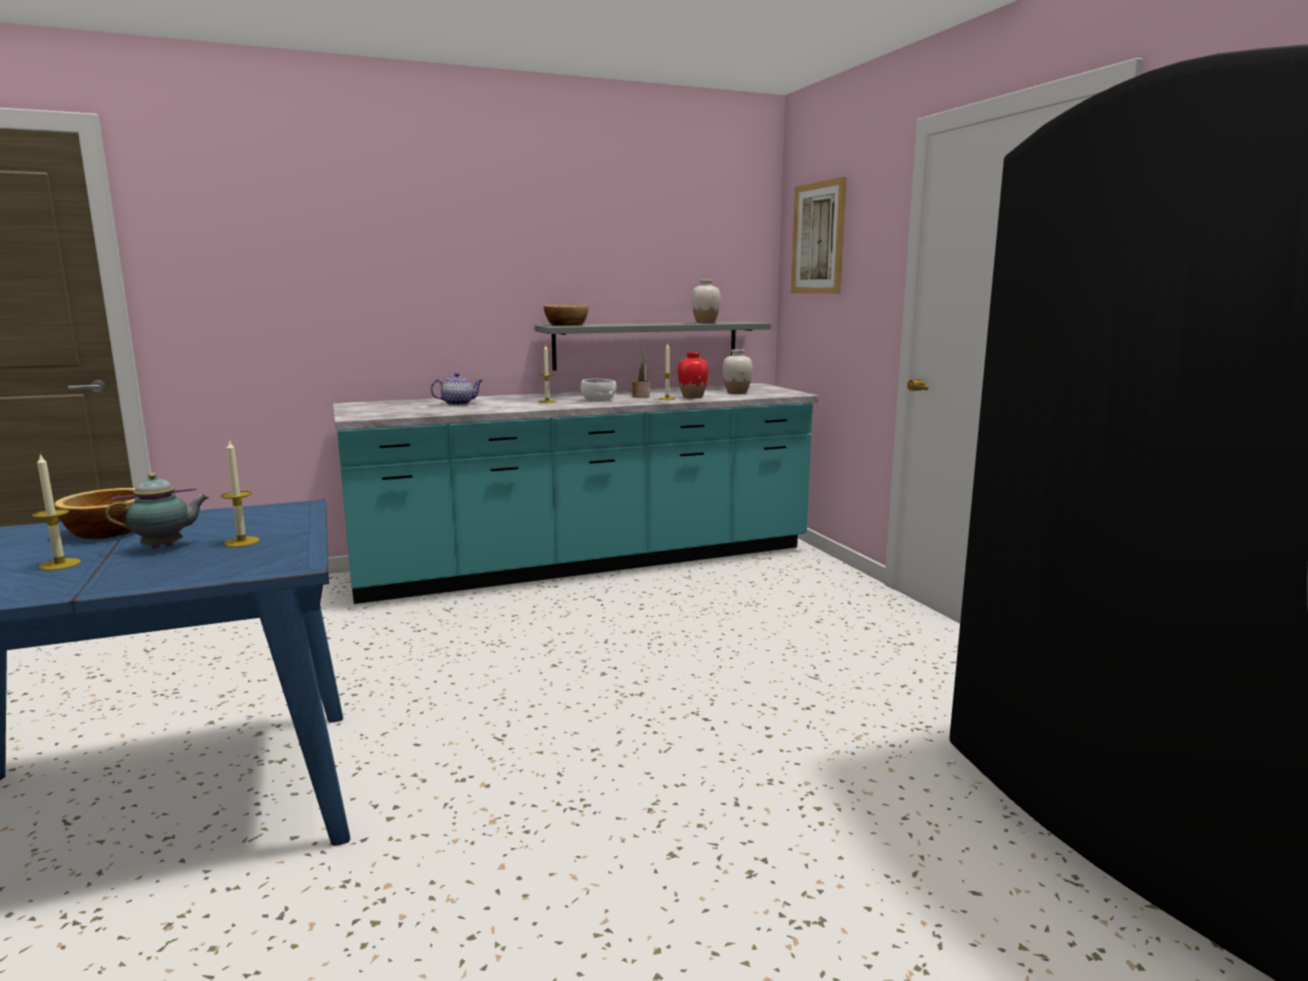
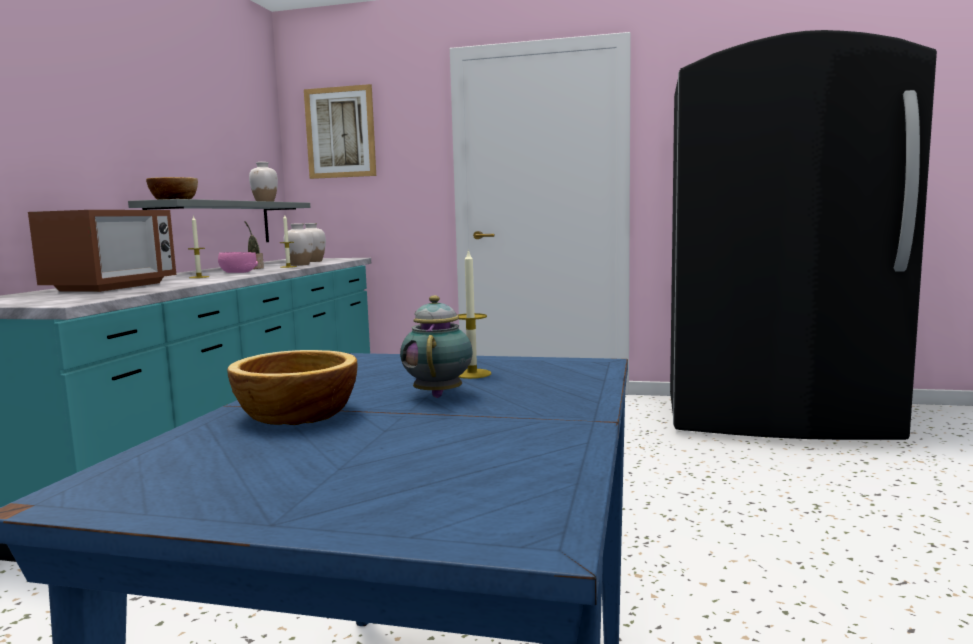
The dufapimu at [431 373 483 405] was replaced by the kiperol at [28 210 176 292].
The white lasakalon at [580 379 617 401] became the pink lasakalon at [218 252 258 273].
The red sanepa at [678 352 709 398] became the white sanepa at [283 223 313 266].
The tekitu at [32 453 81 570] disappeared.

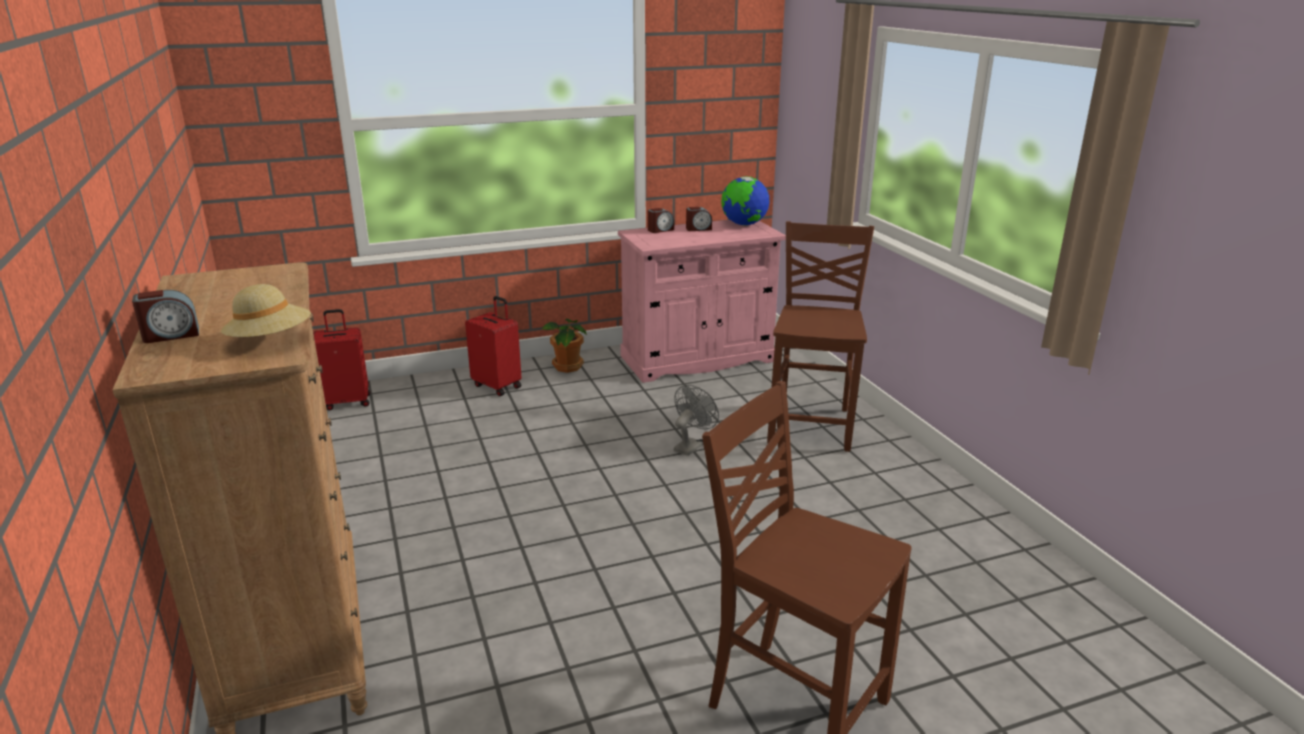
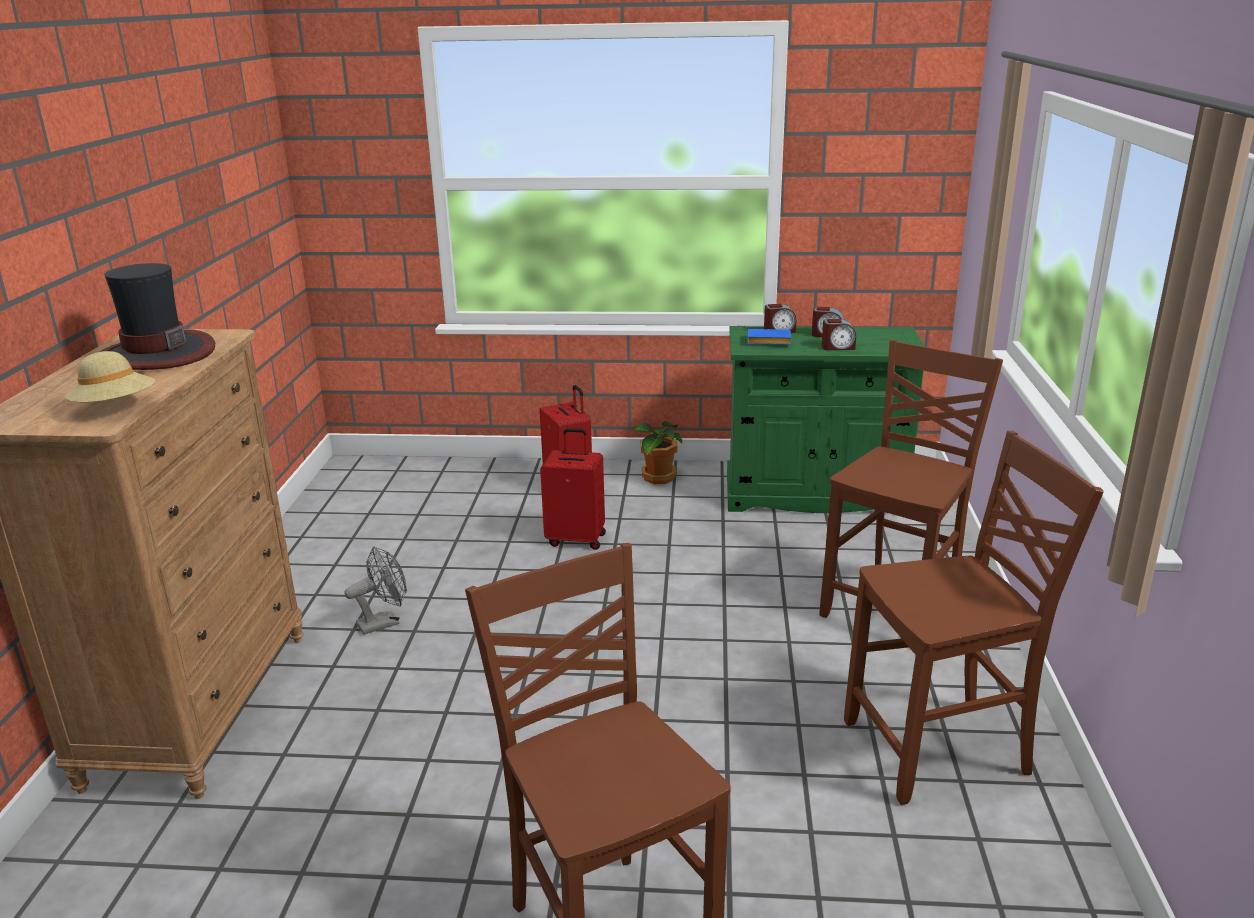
The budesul at [99 263 215 370] appeared.
The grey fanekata moved from [674 385 719 456] to [345 547 407 635].
The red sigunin moved from [313 309 370 410] to [540 428 606 550].
The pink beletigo at [618 220 786 383] became the green beletigo at [727 326 925 513].
The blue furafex at [747 329 791 345] appeared.
The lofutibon moved from [132 290 199 343] to [822 319 856 350].
The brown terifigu at [844 431 1104 805] appeared.
The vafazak at [721 176 769 226] disappeared.

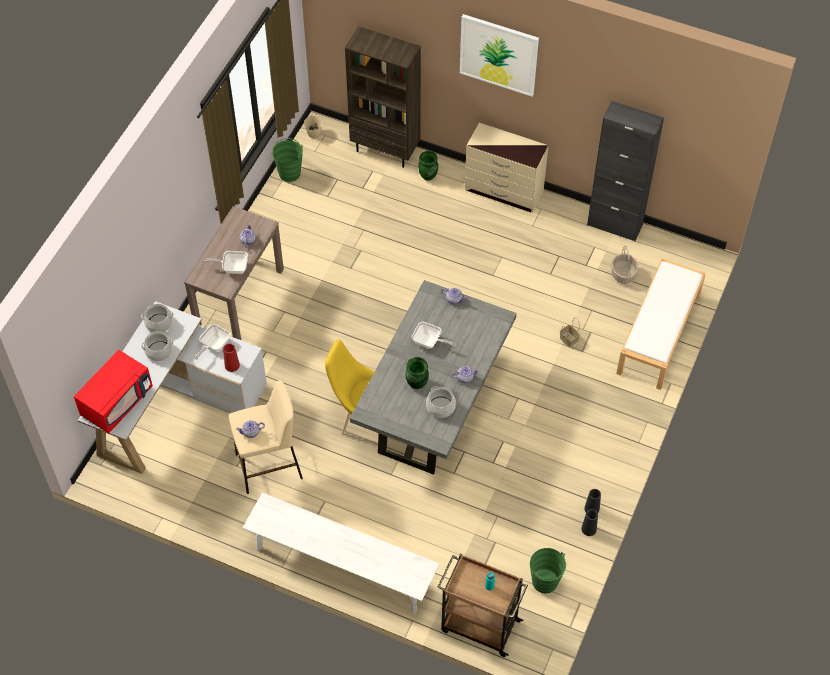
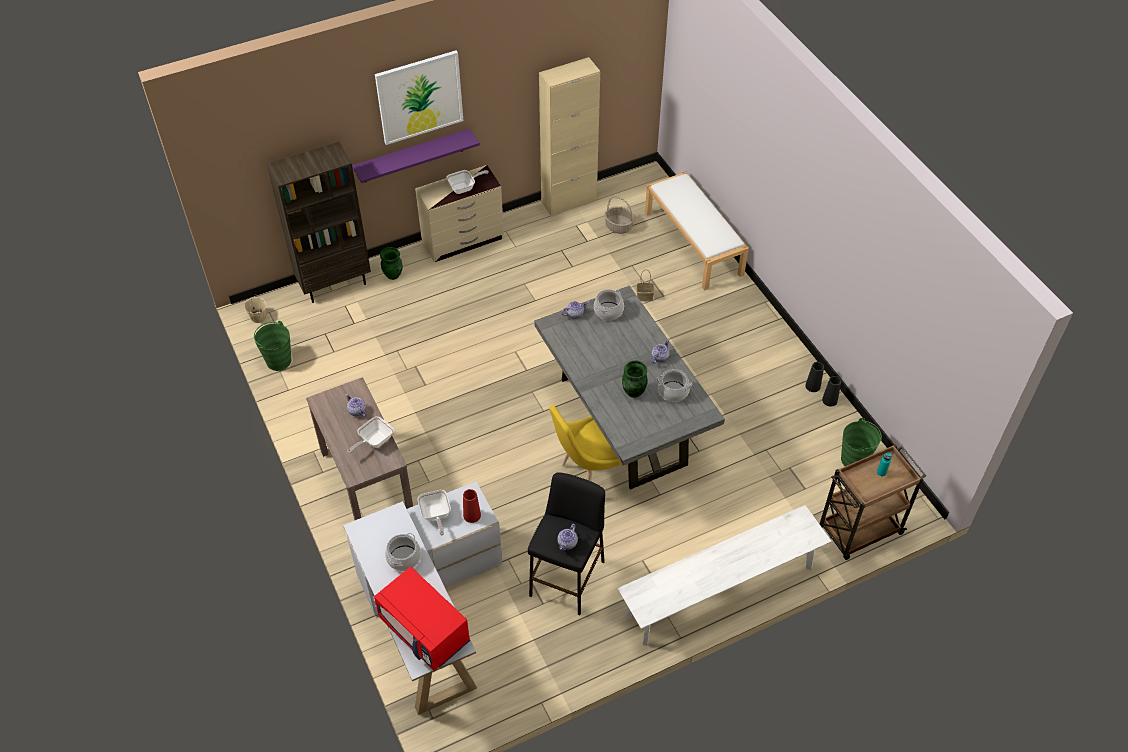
The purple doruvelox at [352 128 480 183] appeared.
The red kiperol at [74 350 153 434] turned 150 degrees clockwise.
The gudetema moved from [412 322 456 349] to [446 170 489 194].
The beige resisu at [229 380 303 494] became the black resisu at [528 472 605 615].
The black beletigo at [587 101 664 242] became the beige beletigo at [539 57 600 216].
The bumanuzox moved from [141 304 173 332] to [594 289 624 321].

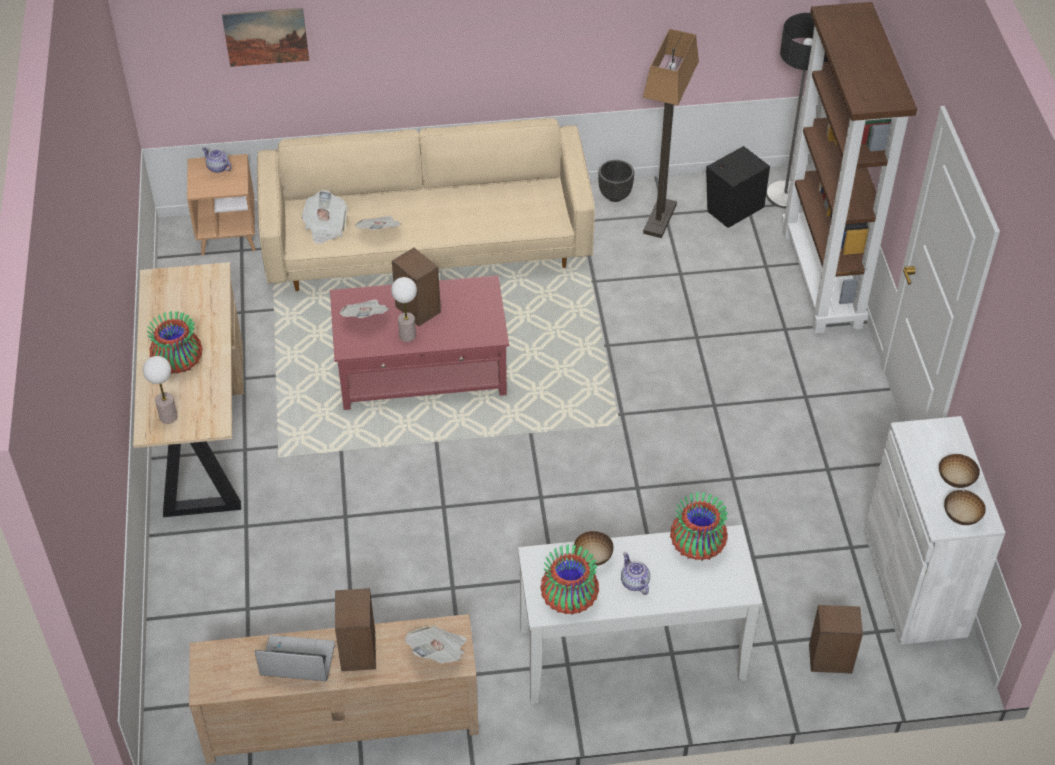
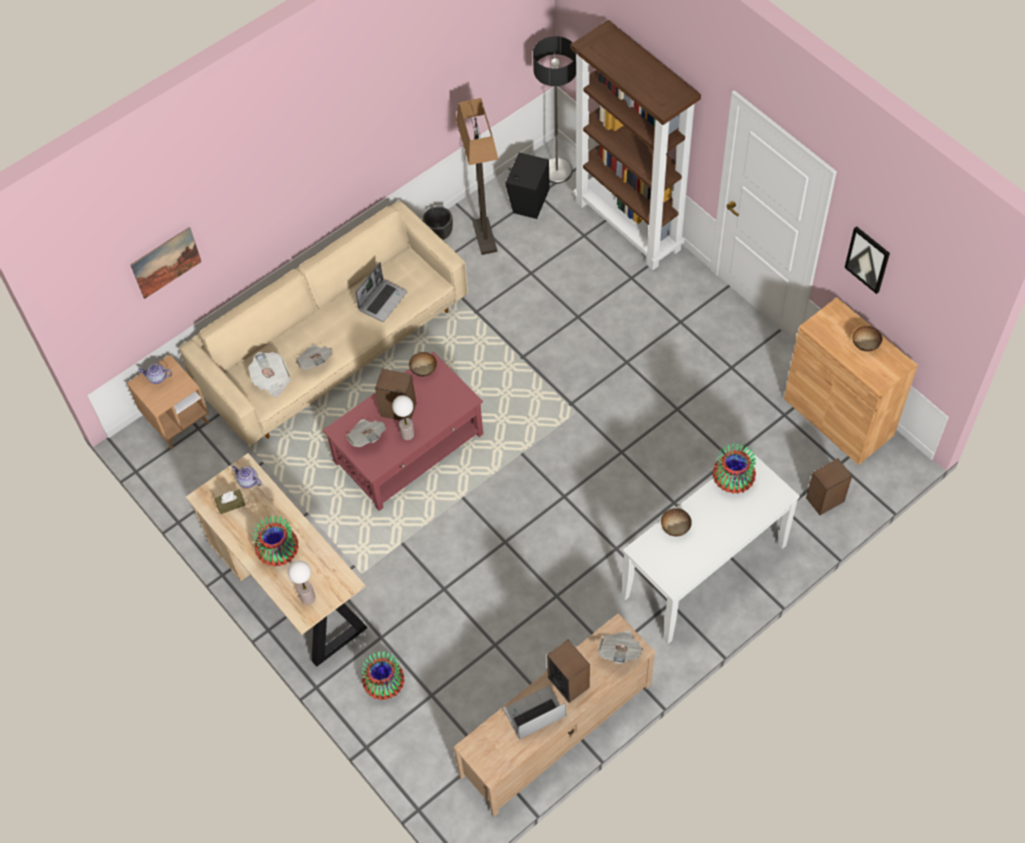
The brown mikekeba at [215 490 245 514] appeared.
The dufapimu moved from [621 552 650 595] to [231 465 262 488].
The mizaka at [355 262 407 322] appeared.
The sanepa moved from [541 544 599 615] to [362 651 405 700].
The lasakalon moved from [944 490 986 525] to [409 352 437 377].
The white beletigo at [864 416 1005 645] became the brown beletigo at [784 297 918 465].
The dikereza at [844 226 890 294] appeared.

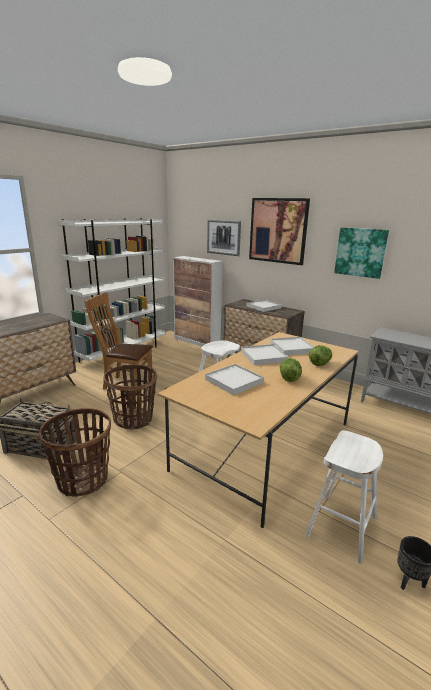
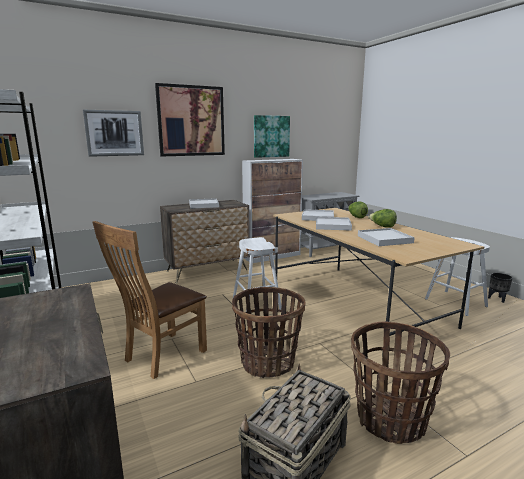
The beletigo moved from [173 256 223 347] to [242 159 303 263].

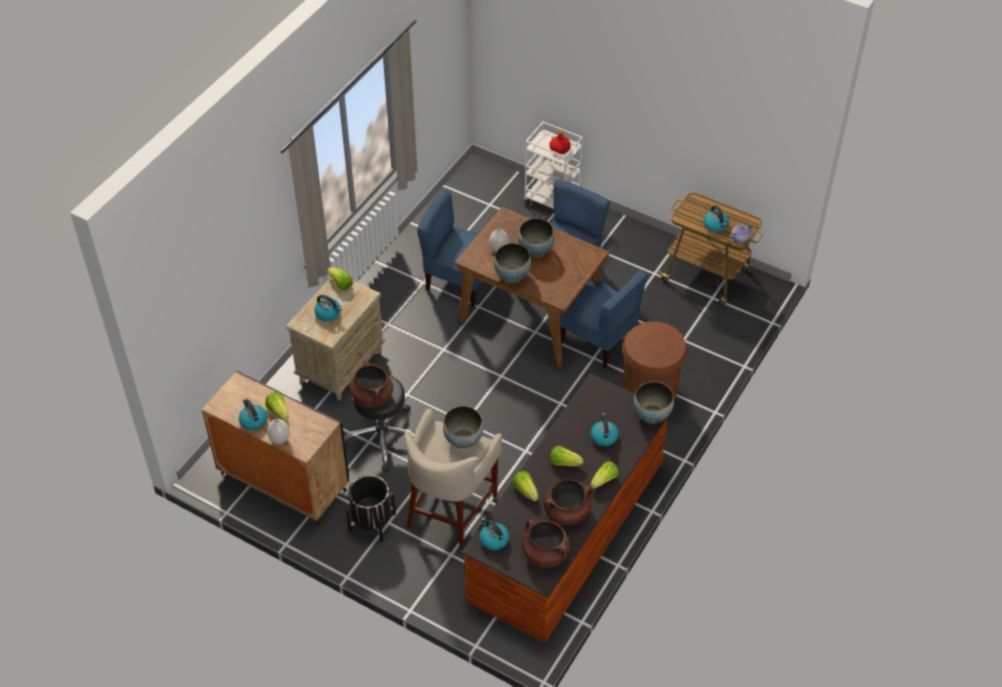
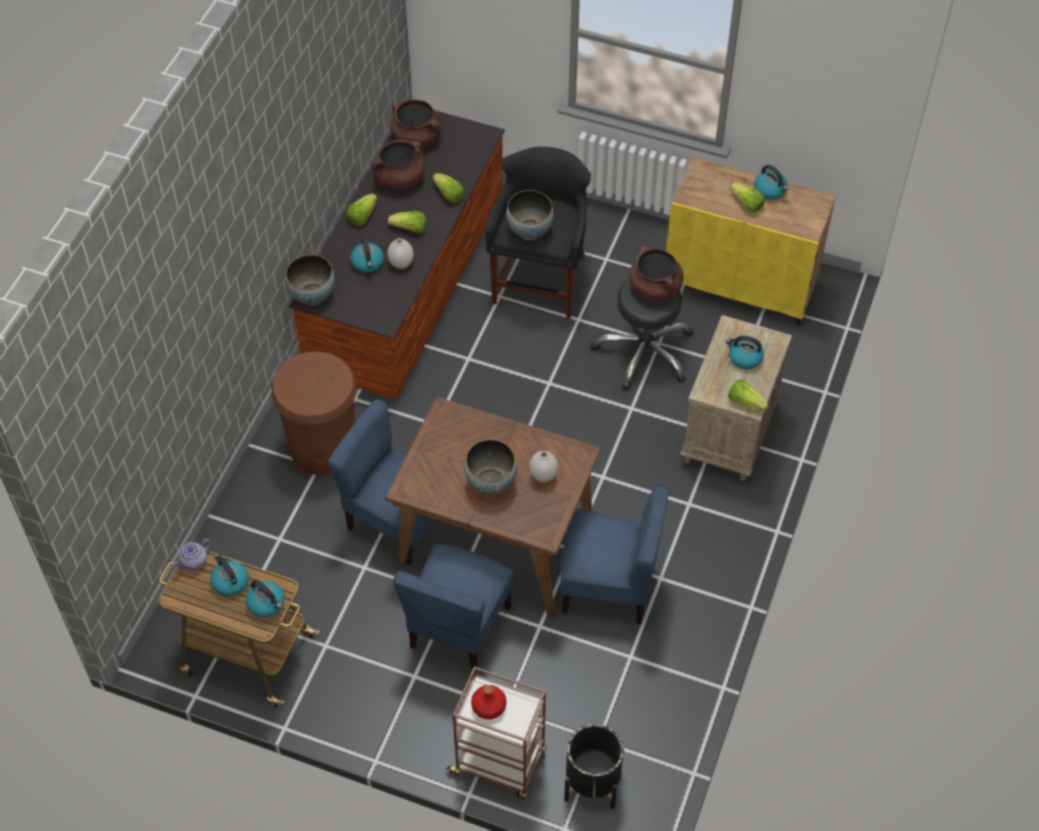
The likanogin moved from [480 518 509 550] to [246 579 285 617].
The white sanepa moved from [267 419 290 444] to [387 238 413 269].
The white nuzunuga at [523 122 583 209] became the brown nuzunuga at [446 666 547 799].
The beige resisu at [404 409 502 547] became the black resisu at [485 147 591 319].
The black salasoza moved from [346 475 396 542] to [564 724 624 809].
The black beletigo at [202 371 349 525] became the yellow beletigo at [666 157 836 325].
The lasakalon at [494 243 531 283] disappeared.

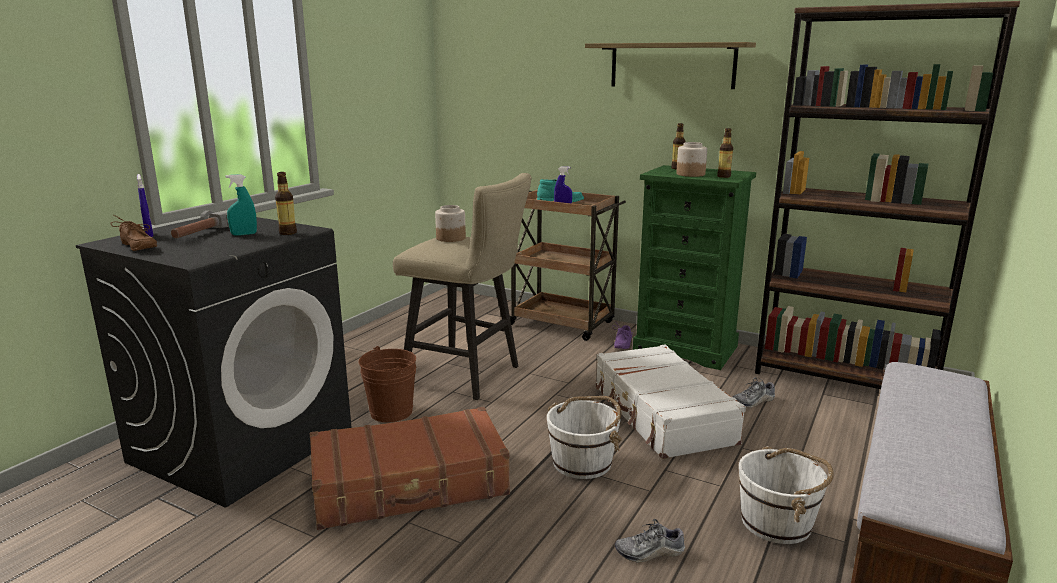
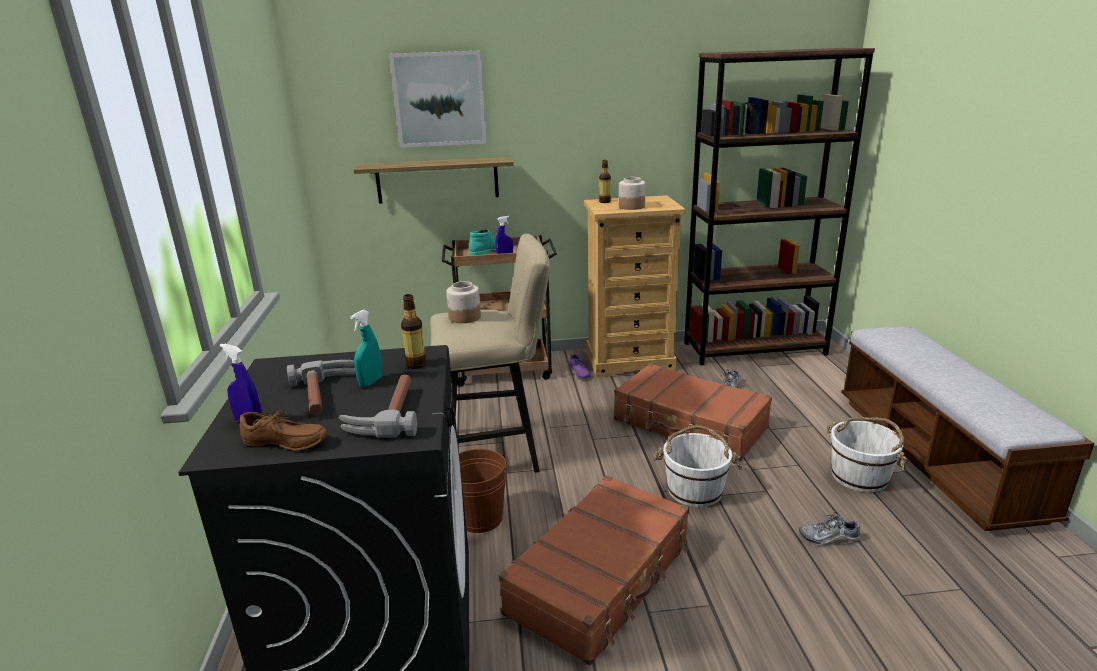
The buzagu at [339 375 417 438] appeared.
The doruvelox moved from [585 42 756 89] to [354 157 514 204].
The dikereza at [389 50 487 148] appeared.
The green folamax at [633 165 756 370] became the beige folamax at [584 195 686 377].
The white sigunin at [596 344 746 459] became the brown sigunin at [614 363 772 461].
The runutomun at [615 519 685 563] turned 45 degrees clockwise.
The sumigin at [717 128 733 178] disappeared.

